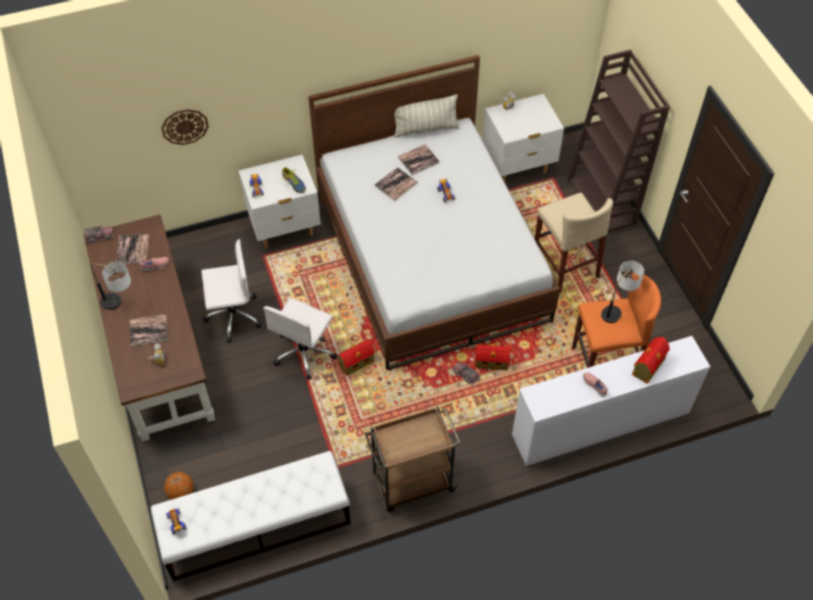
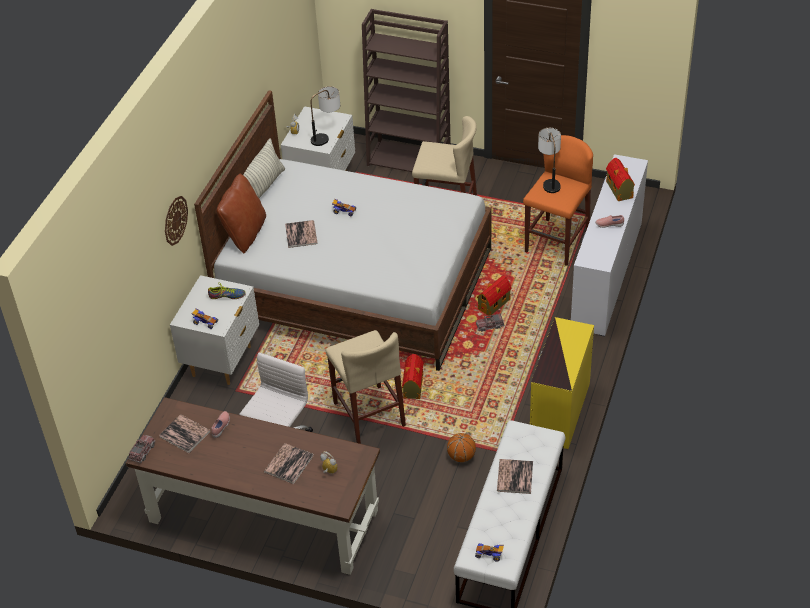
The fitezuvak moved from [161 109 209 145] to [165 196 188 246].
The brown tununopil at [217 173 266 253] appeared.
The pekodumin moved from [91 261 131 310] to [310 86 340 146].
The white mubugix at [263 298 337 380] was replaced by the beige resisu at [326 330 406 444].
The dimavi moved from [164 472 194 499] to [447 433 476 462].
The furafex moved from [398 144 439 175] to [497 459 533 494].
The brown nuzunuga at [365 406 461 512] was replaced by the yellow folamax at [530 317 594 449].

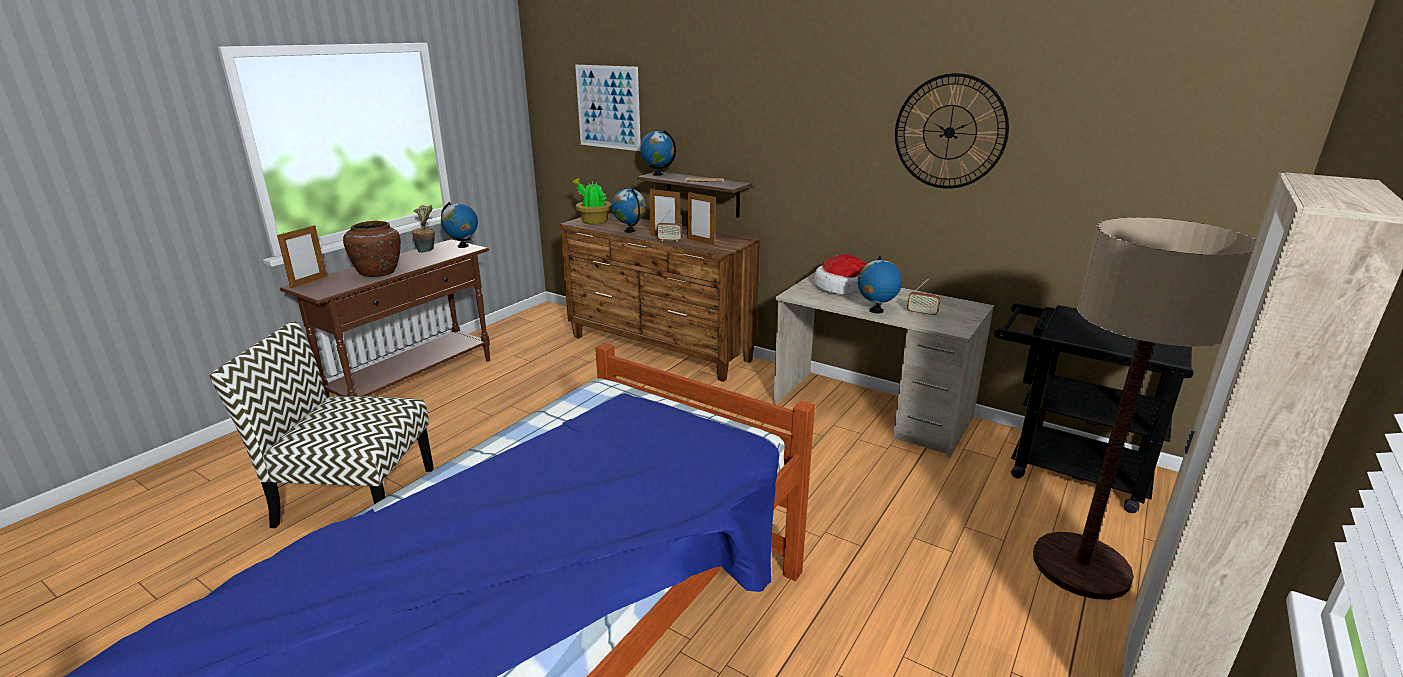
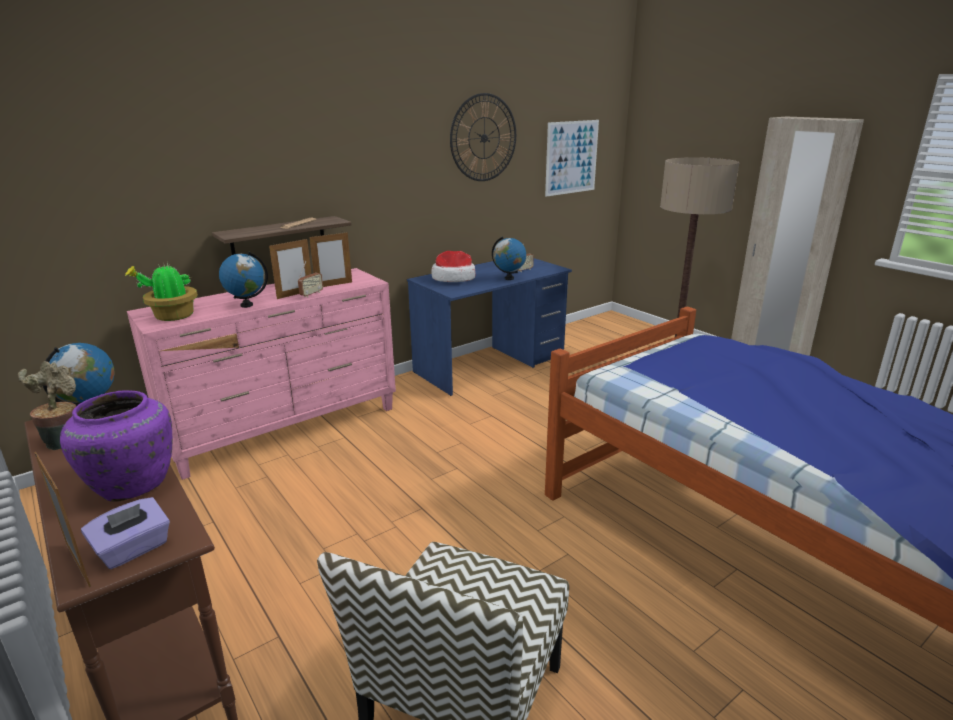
The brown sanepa at [343 221 401 277] became the purple sanepa at [60 390 173 502].
The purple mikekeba at [81 497 170 569] appeared.
The brown folamax at [560 213 760 382] became the pink folamax at [127 268 396 480].
The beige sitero at [773 272 994 458] became the blue sitero at [407 258 572 396].
The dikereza moved from [575 65 641 151] to [545 120 599 197].
The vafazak at [640 130 676 176] disappeared.
The black nuzunuga at [994 303 1194 513] disappeared.

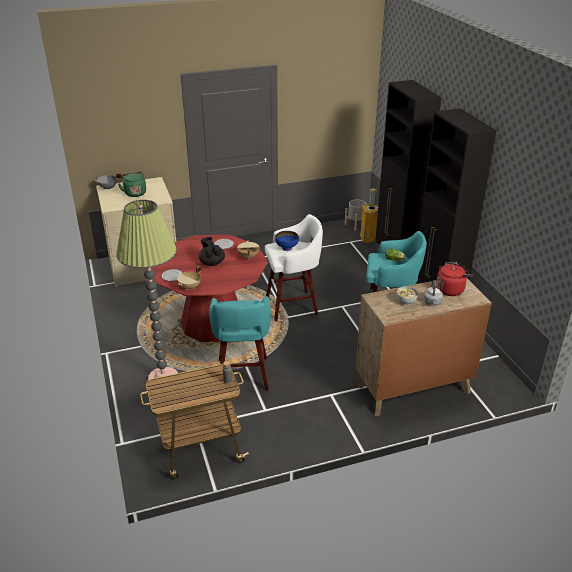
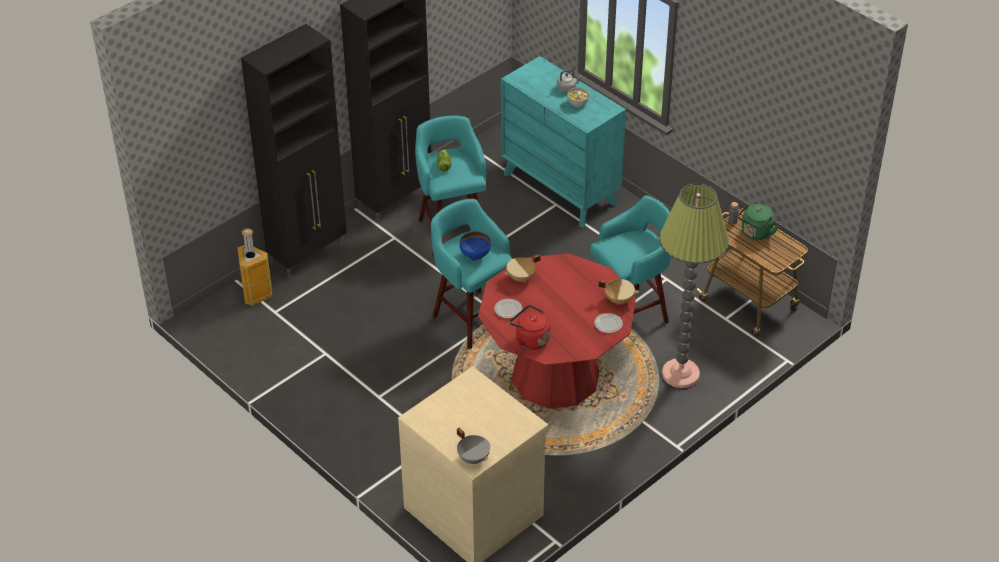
The white resisu at [265 214 323 321] became the turquoise resisu at [431 199 513 349].
The brown folamax at [356 279 492 417] became the turquoise folamax at [501 56 626 227].
The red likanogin moved from [436 262 473 296] to [510 305 550 350].
The green likanogin moved from [118 172 146 197] to [738 204 778 240].
The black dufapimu at [199 237 225 266] disappeared.
The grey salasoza at [345 200 366 231] disappeared.

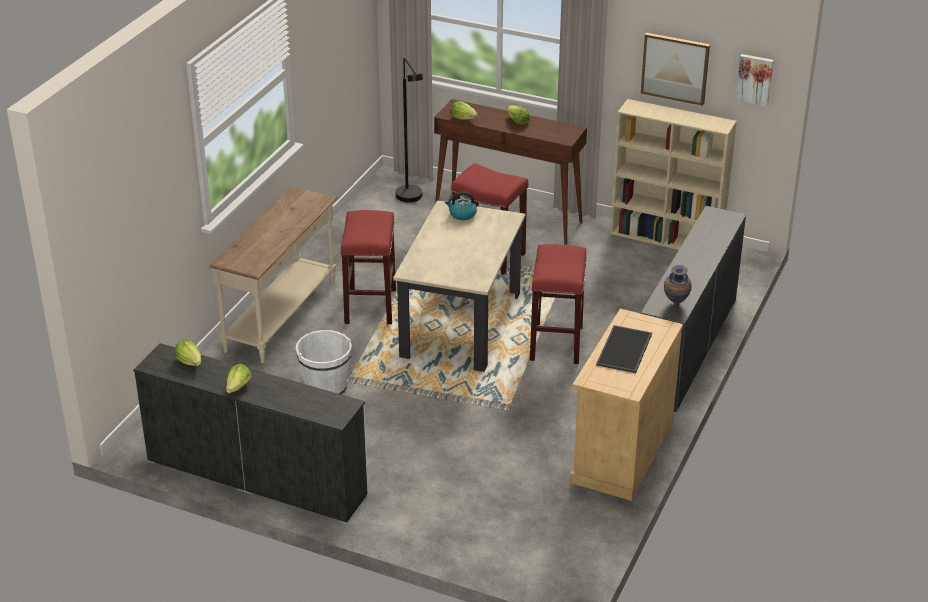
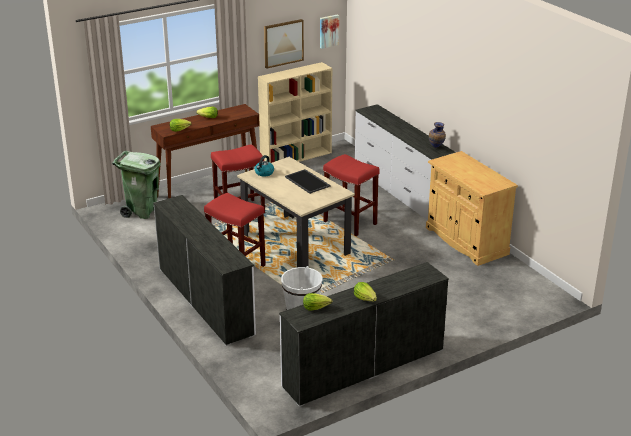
The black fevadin at [396 58 423 202] was replaced by the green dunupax at [112 150 161 219].
The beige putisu at [209 186 338 363] was replaced by the white folamax at [153 195 256 346].
The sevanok moved from [596 325 652 373] to [285 169 330 194].

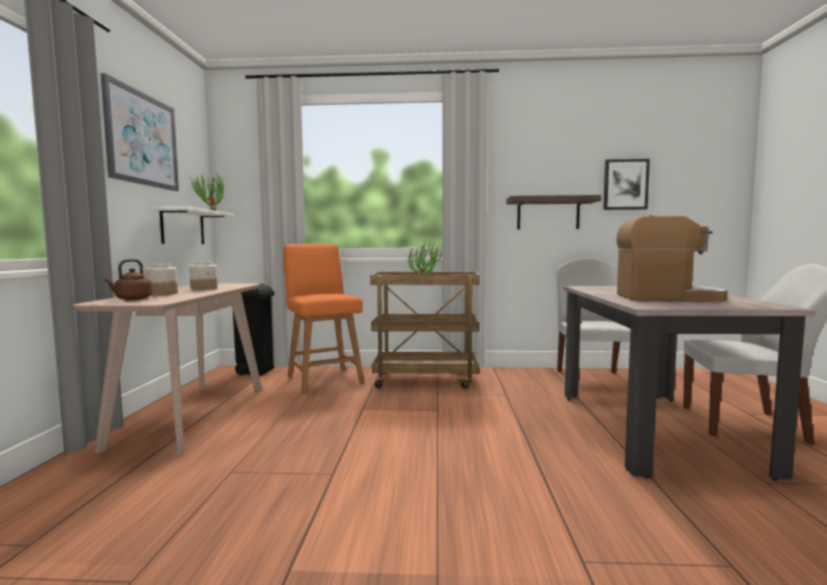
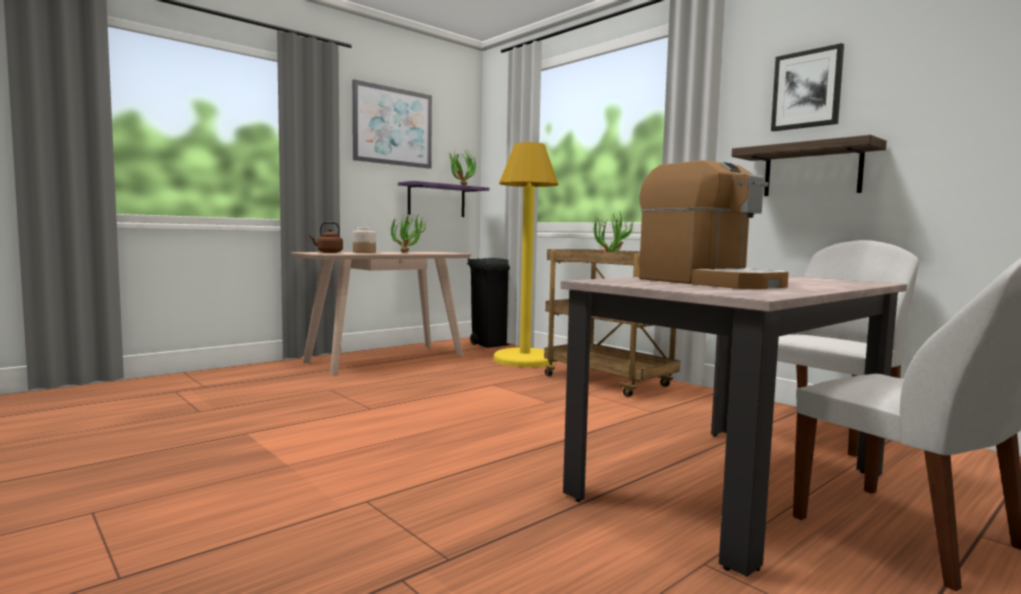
The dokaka at [189 262 218 290] was replaced by the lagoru at [391 213 426 253].
The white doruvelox at [151 206 235 244] became the purple doruvelox at [398 181 490 217].
The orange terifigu at [284 244 365 393] was replaced by the yellow fevadin at [493 142 558 367].
The dikereza moved from [603 159 650 210] to [771 43 844 131].

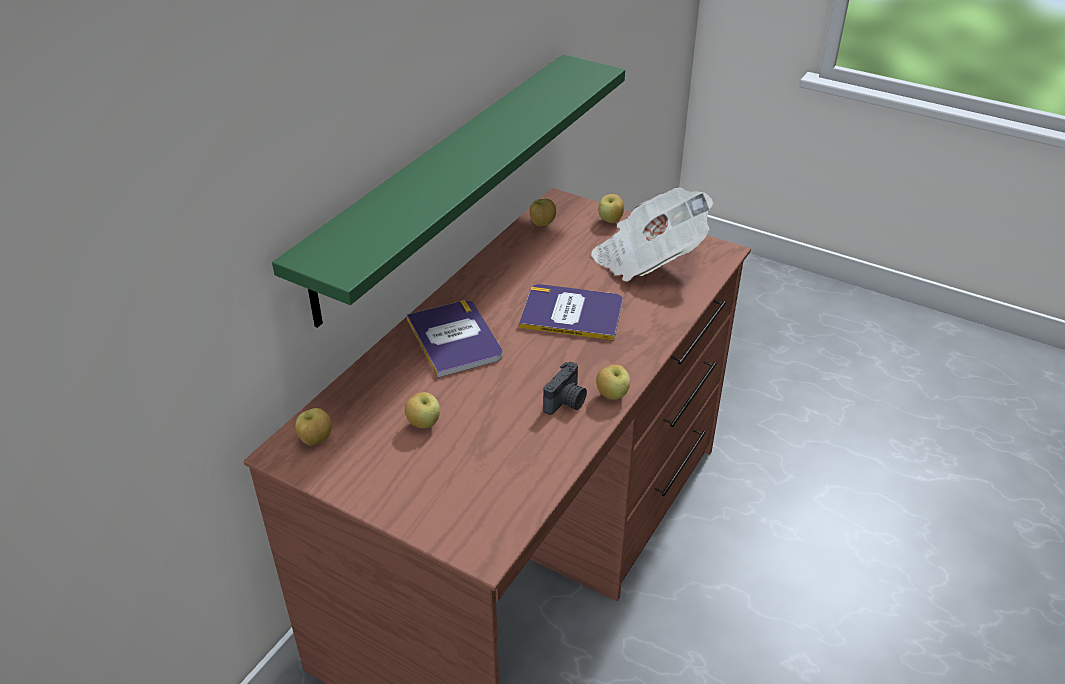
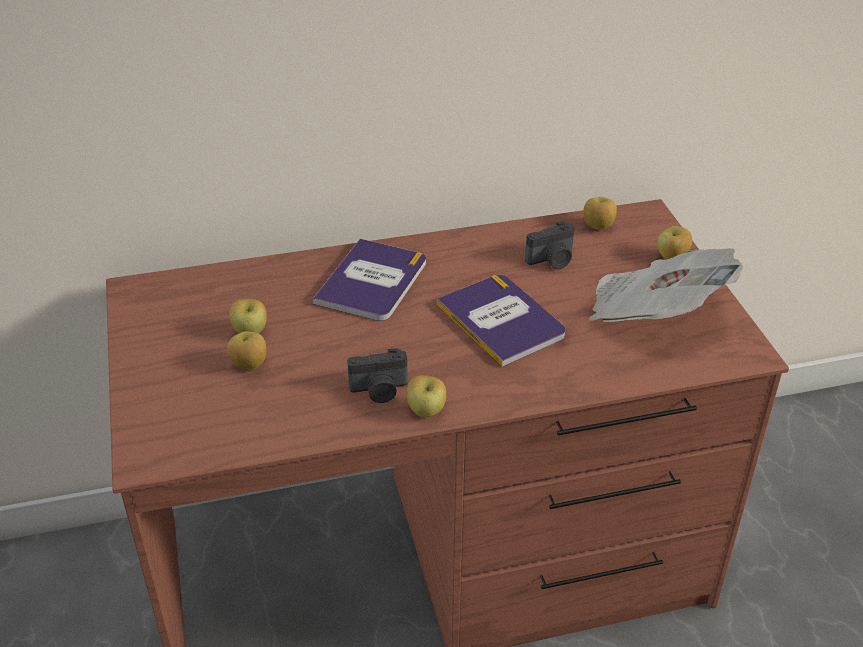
The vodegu moved from [295 408 332 445] to [227 331 267 370].
The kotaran at [525 221 575 269] appeared.
The green doruvelox at [272 55 625 328] disappeared.

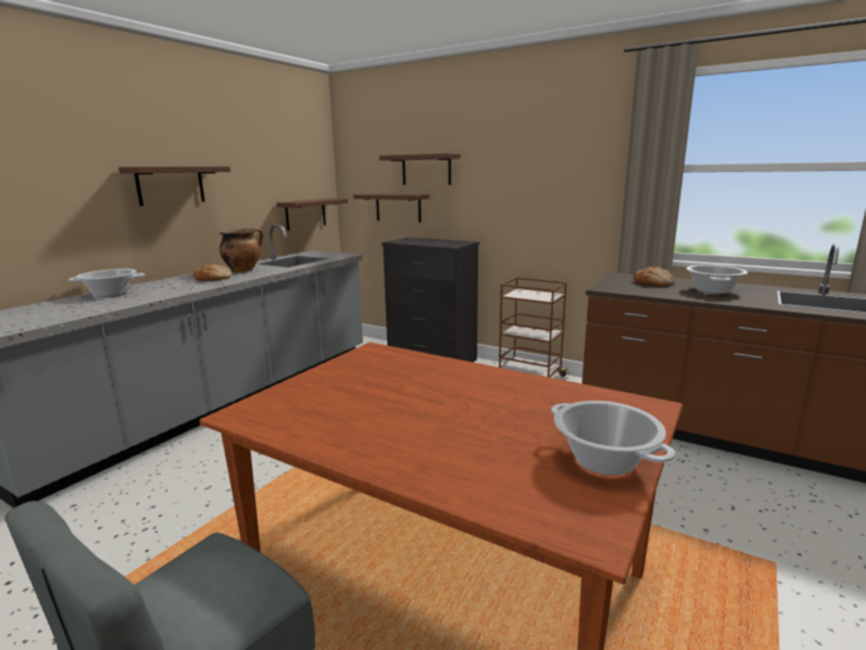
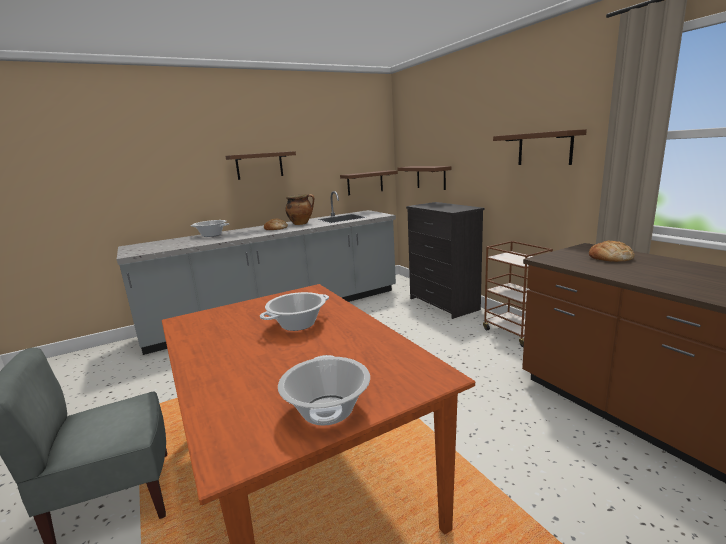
The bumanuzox moved from [686 265 748 294] to [260 292 329 331].
The brown doruvelox moved from [379 153 461 185] to [493 129 587 165].

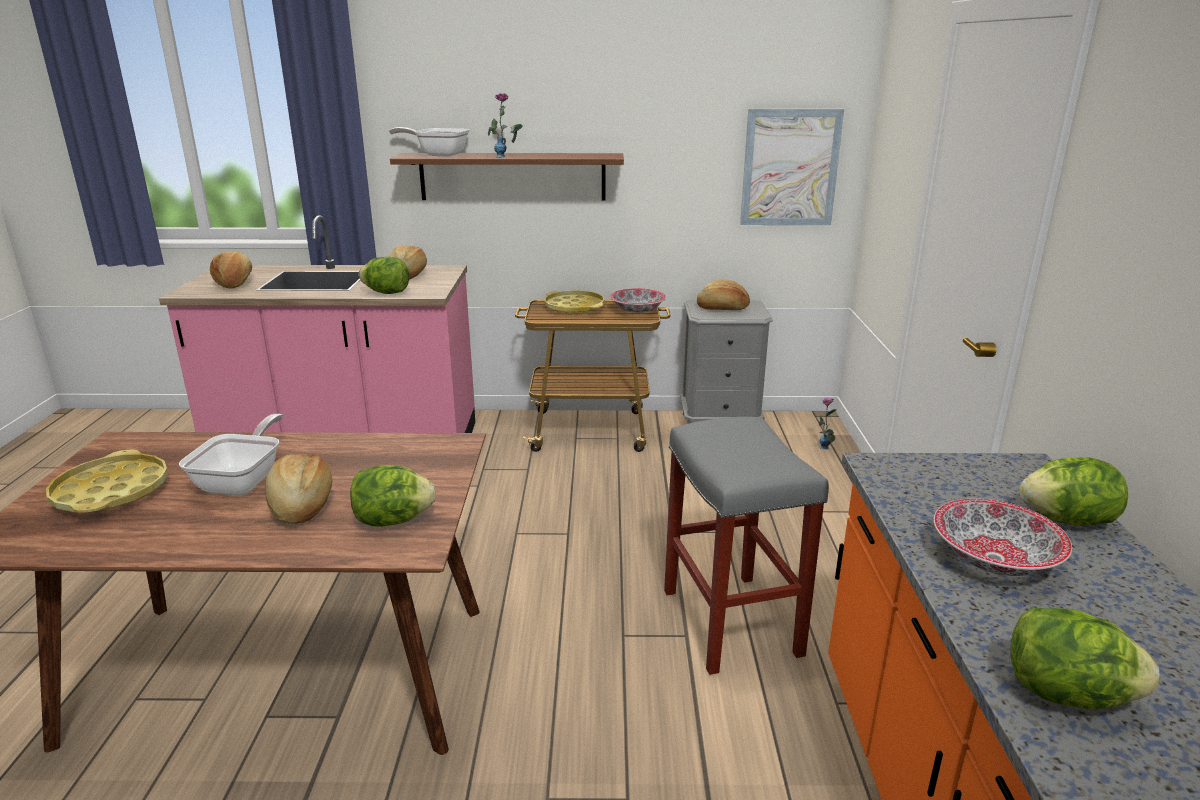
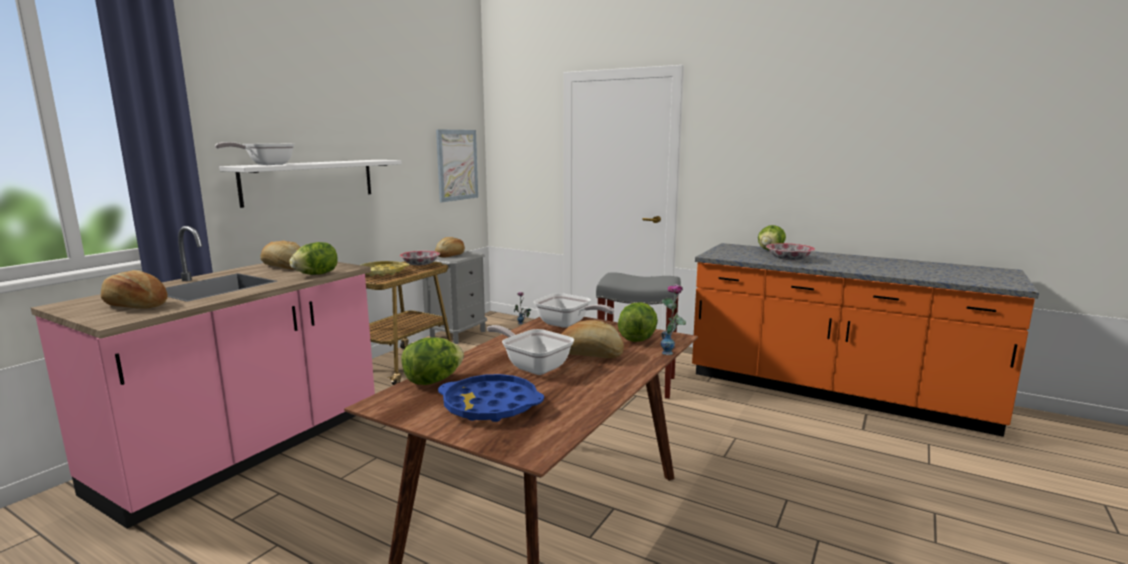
The brown doruvelox at [390 153 624 200] became the white doruvelox at [219 160 401 208].
The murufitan moved from [1011 608 1160 710] to [402 337 464 385].
The yellow sevanok at [46 449 168 513] became the blue sevanok at [438 374 544 422].
The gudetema at [534 293 614 328] appeared.
The sanepa moved from [488 93 523 158] to [661 284 686 355].

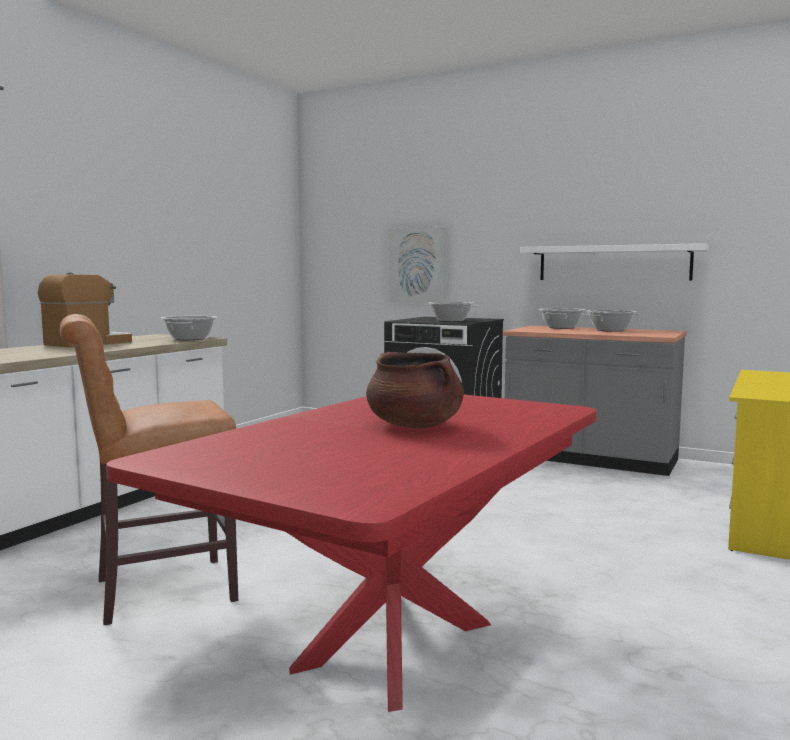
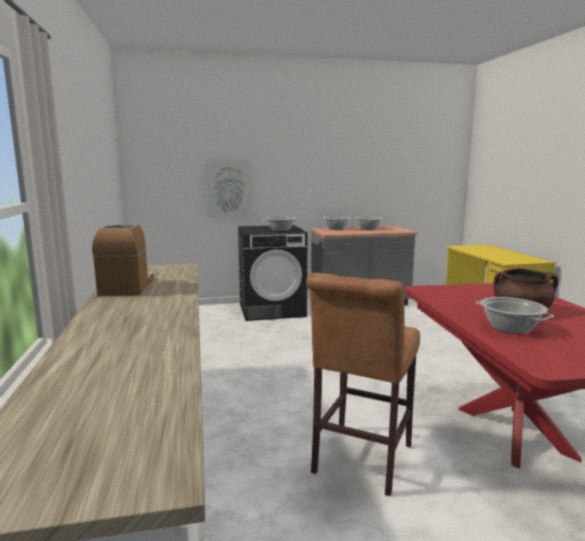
The bumanuzox moved from [161 316 217 340] to [475 297 554 334].
The white doruvelox at [520 243 709 280] disappeared.

